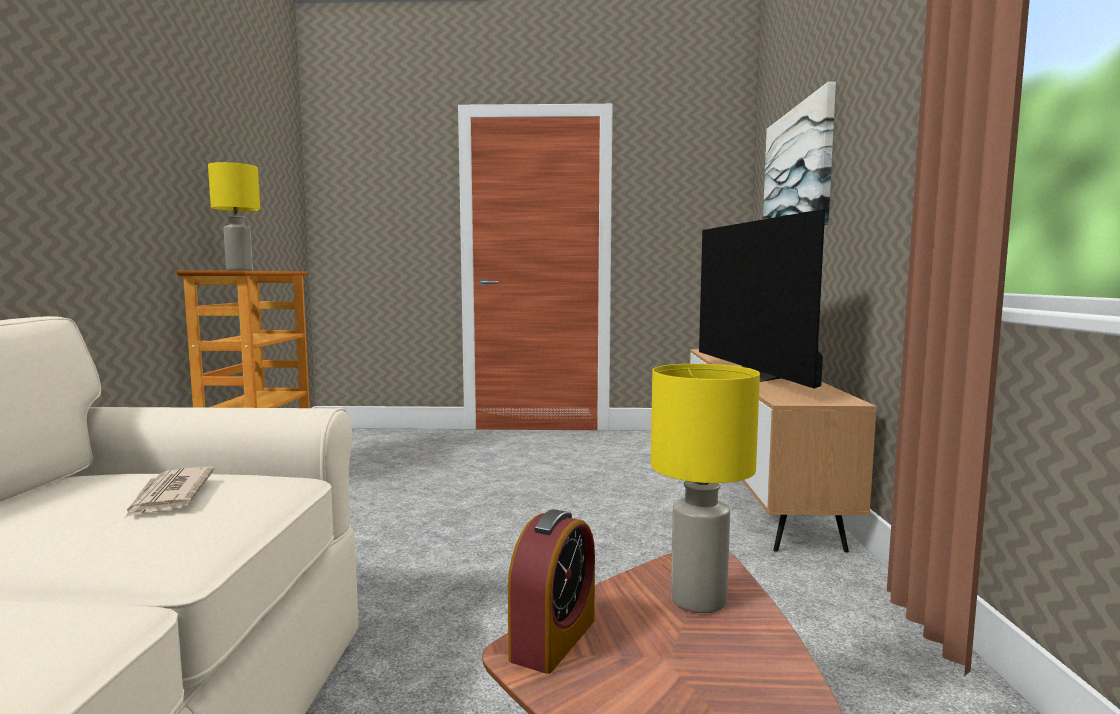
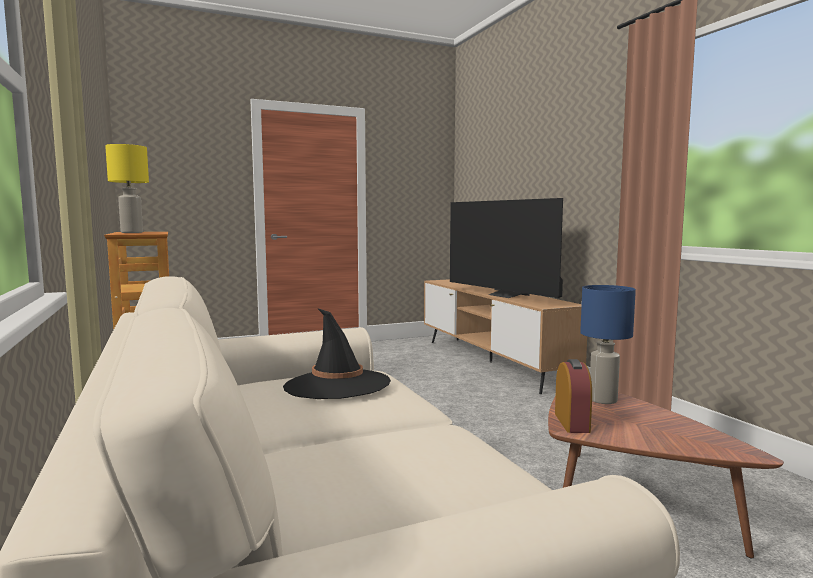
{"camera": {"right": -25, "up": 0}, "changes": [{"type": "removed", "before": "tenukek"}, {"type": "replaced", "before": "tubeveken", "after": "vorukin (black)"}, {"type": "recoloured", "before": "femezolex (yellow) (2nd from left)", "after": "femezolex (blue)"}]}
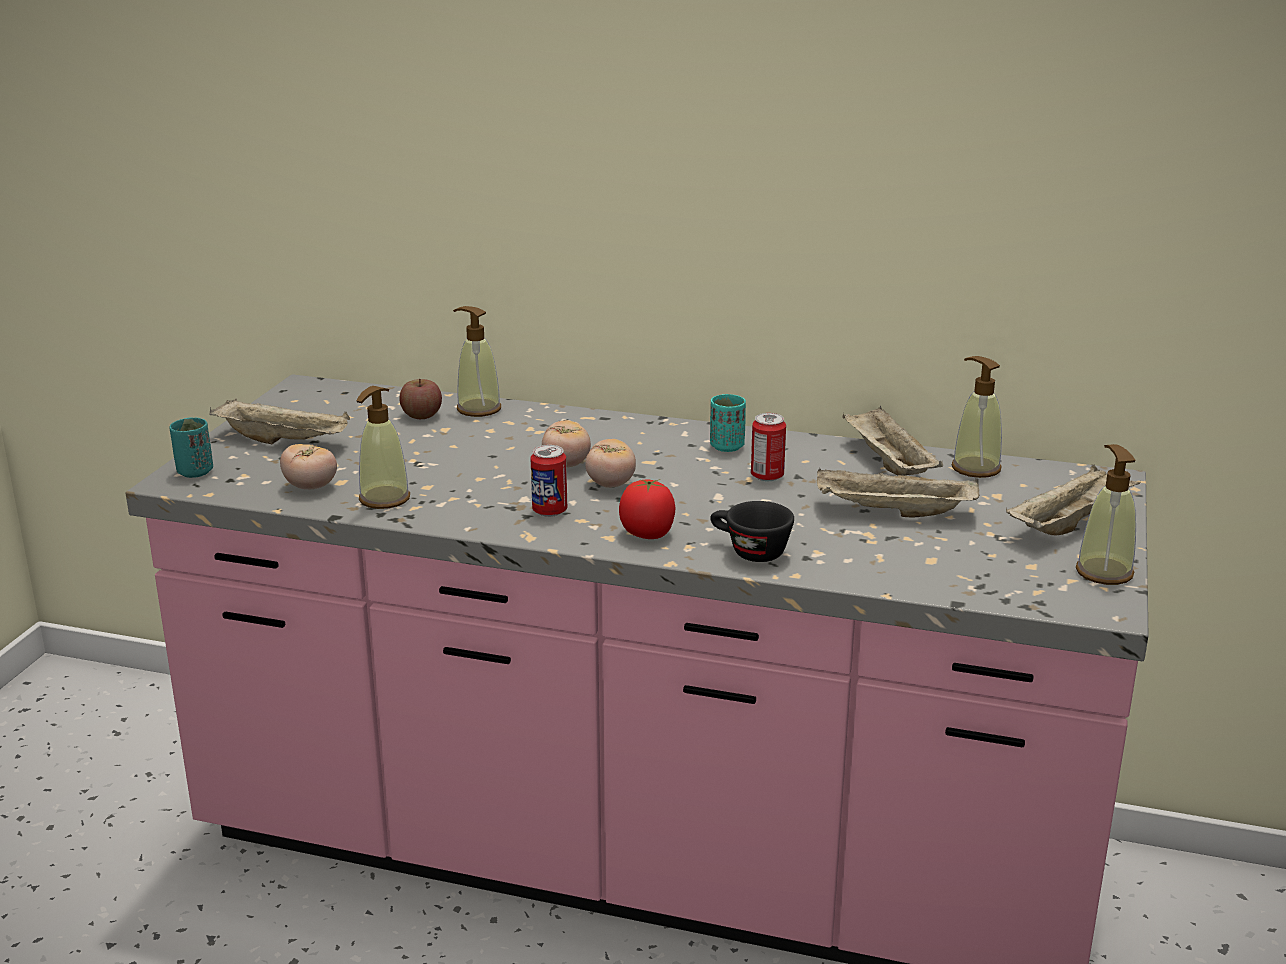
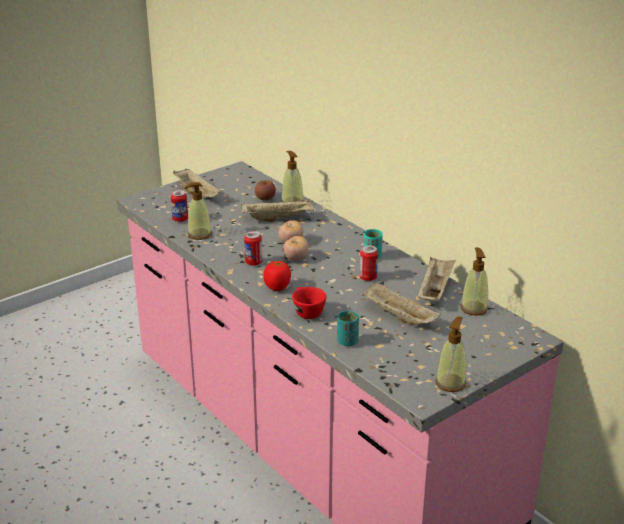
{"camera": {"right": 35, "up": 5}, "changes": [{"type": "moved", "before": "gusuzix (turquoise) (1st from left)"}, {"type": "moved", "before": "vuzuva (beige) (4th from left in the first image)", "after": "vuzuva (beige) (2nd from left)"}, {"type": "replaced", "before": "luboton (1st from left)", "after": "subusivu (1st from left)"}, {"type": "recoloured", "before": "gusuzix (black)", "after": "gusuzix (red)"}]}
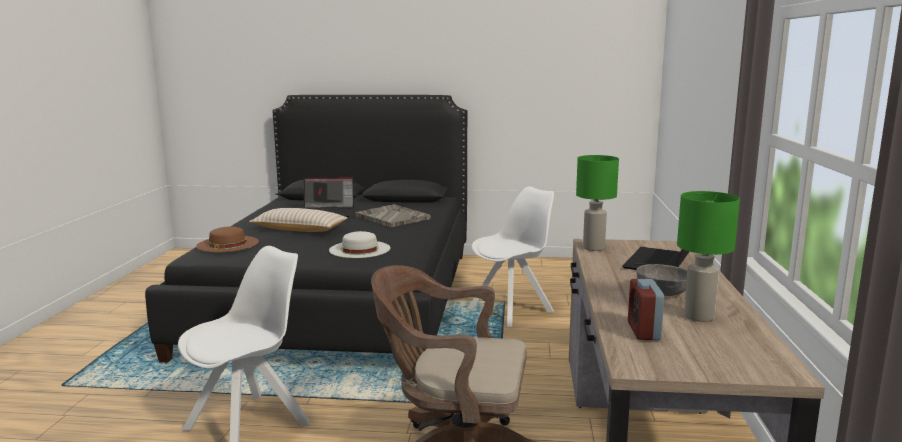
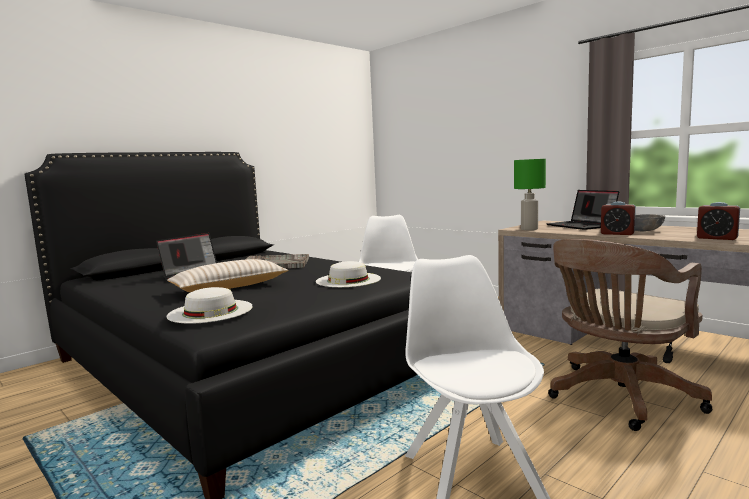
{"camera": {"right": -50, "up": -5}, "changes": [{"type": "removed", "before": "femezolex (green) (2nd from left)"}, {"type": "added", "after": "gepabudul (1st from left)"}, {"type": "recoloured", "before": "vorukin (brown)", "after": "vorukin (white) (1st from left)"}]}
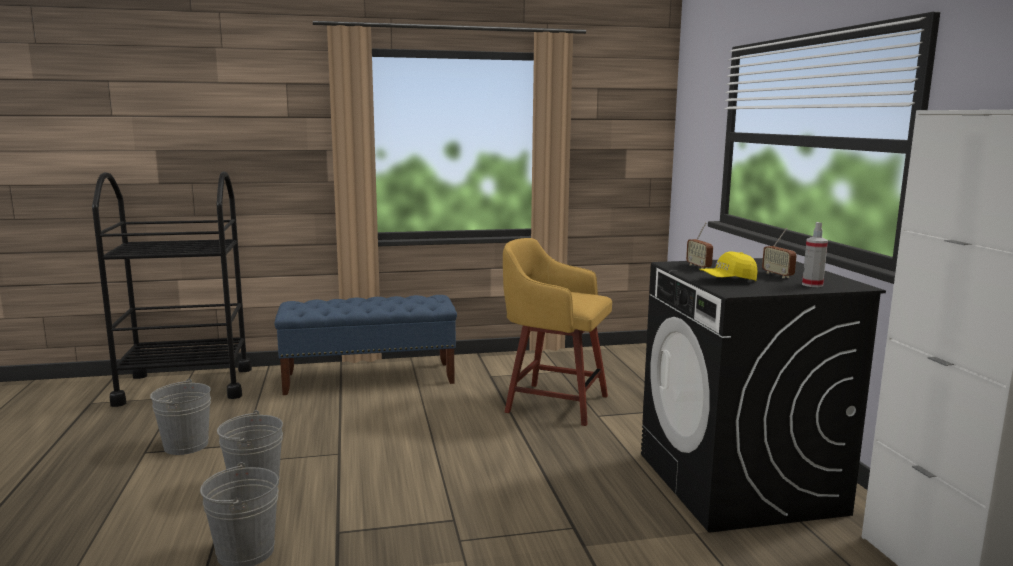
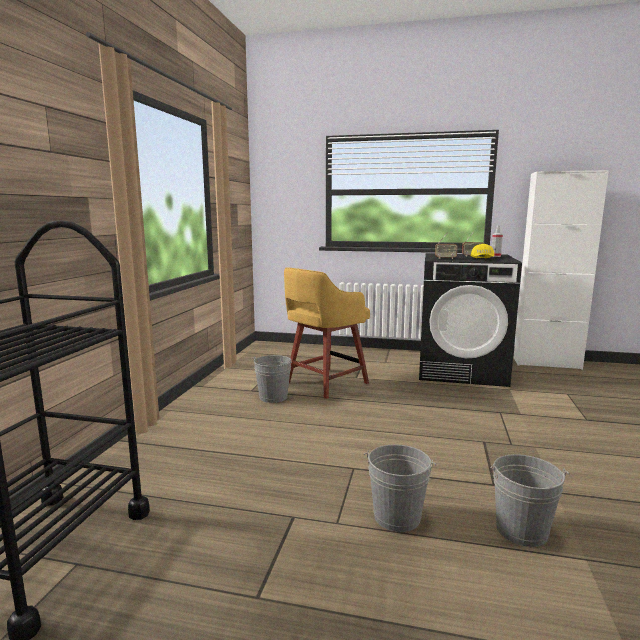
{"camera": {"right": -65, "up": 0}, "changes": [{"type": "removed", "before": "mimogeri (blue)"}, {"type": "moved", "before": "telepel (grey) (1st from left)"}]}
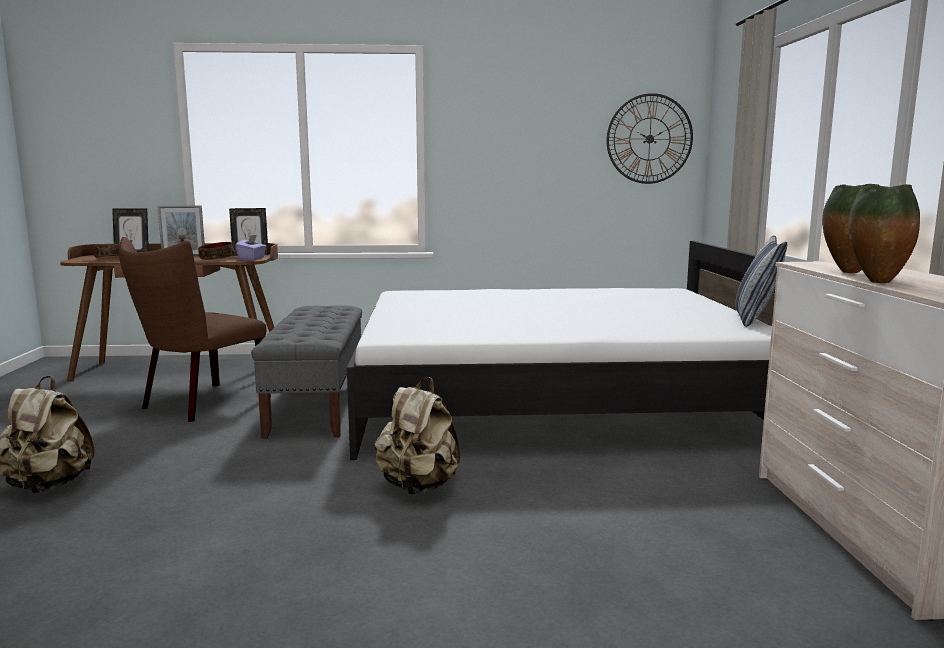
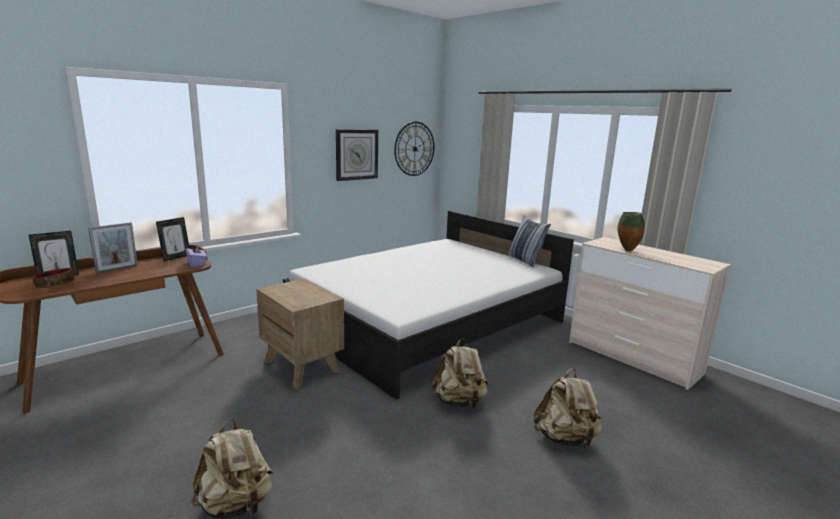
{"camera": {"right": -40, "up": 5}, "changes": [{"type": "removed", "before": "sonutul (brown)"}, {"type": "removed", "before": "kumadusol (2nd from left)"}, {"type": "removed", "before": "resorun (2nd from left)"}, {"type": "added", "after": "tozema (1st from left)"}, {"type": "added", "after": "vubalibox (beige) (3rd from left)"}, {"type": "replaced", "before": "mimogeri (grey)", "after": "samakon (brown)"}]}
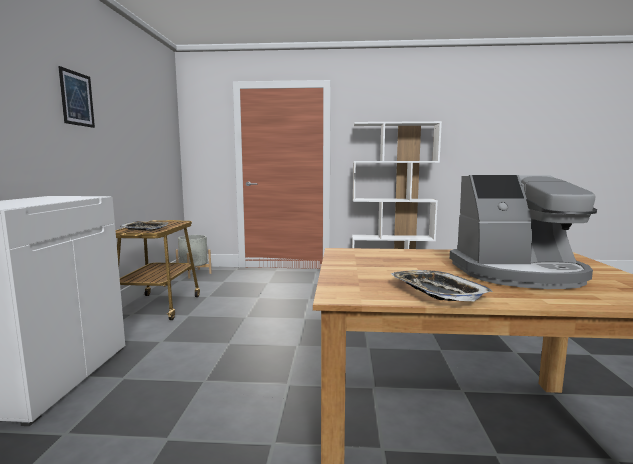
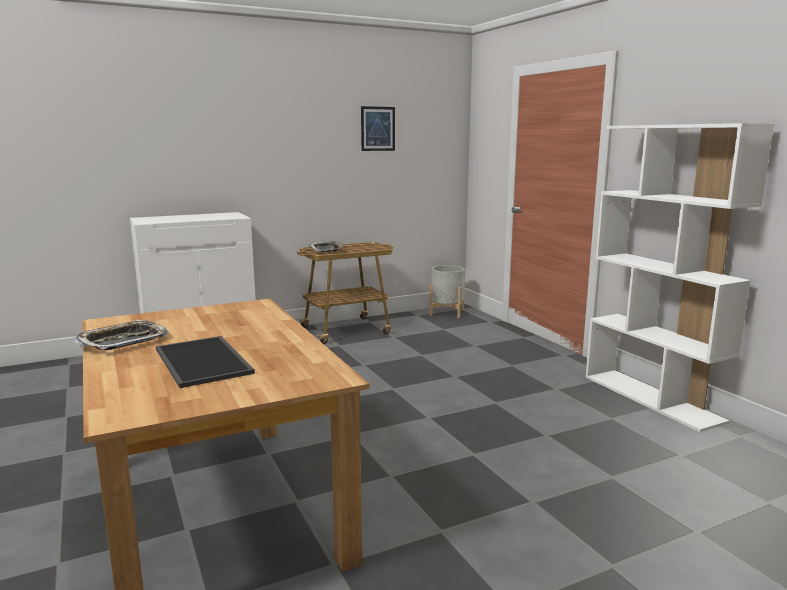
{"camera": {"right": 60, "up": 5}, "changes": [{"type": "moved", "before": "tenukek"}, {"type": "replaced", "before": "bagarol", "after": "vuzuva (2nd from left)"}]}
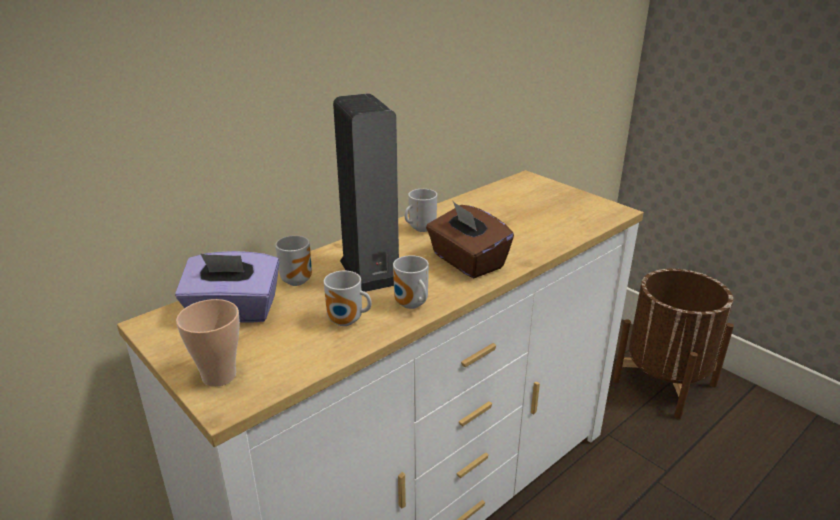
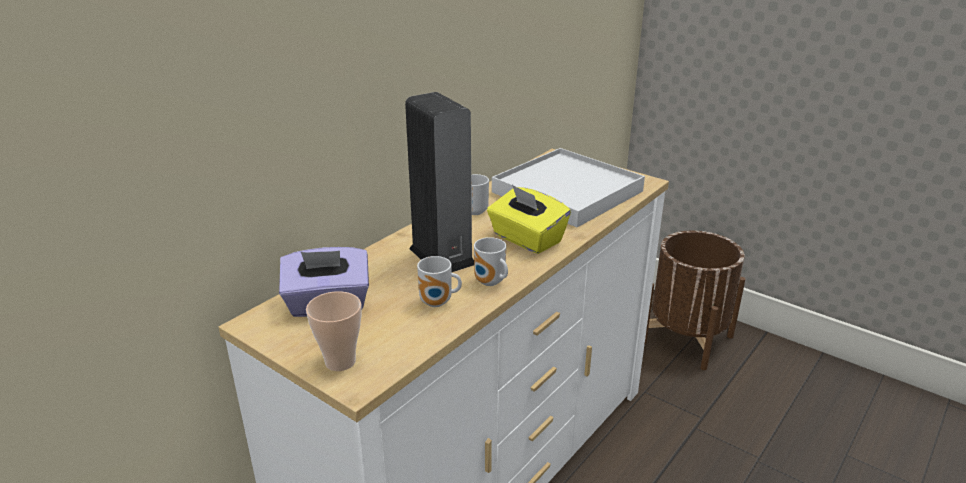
{"camera": {"right": -10, "up": 0}, "changes": [{"type": "removed", "before": "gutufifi (1st from left)"}, {"type": "added", "after": "vuzuva (white)"}, {"type": "recoloured", "before": "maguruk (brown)", "after": "maguruk (yellow)"}]}
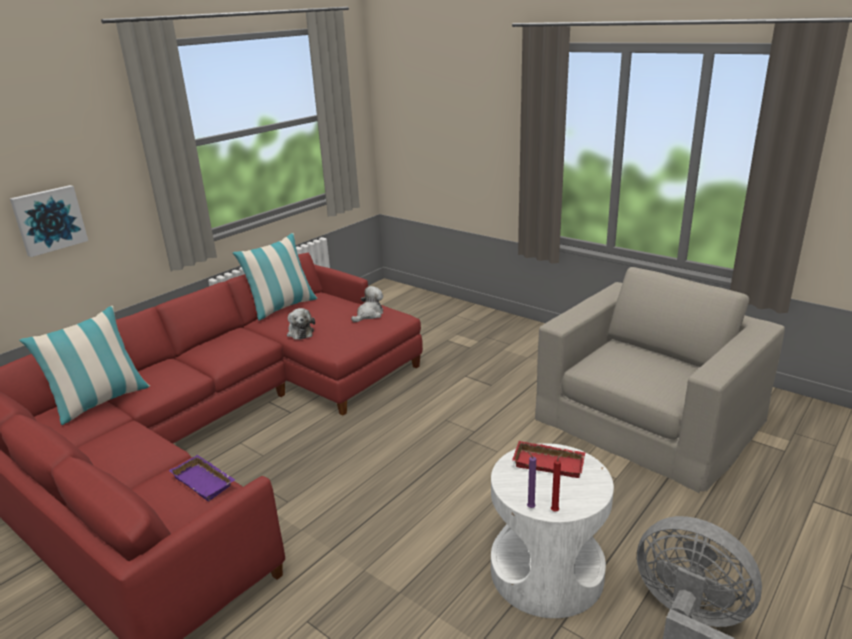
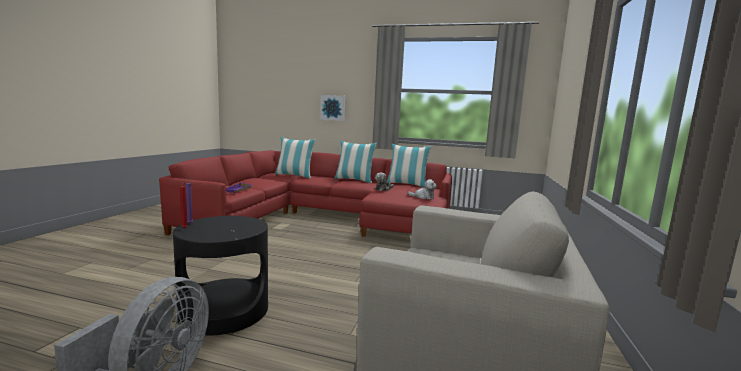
{"camera": {"right": 65, "up": -15}, "changes": [{"type": "removed", "before": "vuzuva (red)"}, {"type": "added", "after": "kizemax (2nd from left)"}, {"type": "recoloured", "before": "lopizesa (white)", "after": "lopizesa (black)"}]}
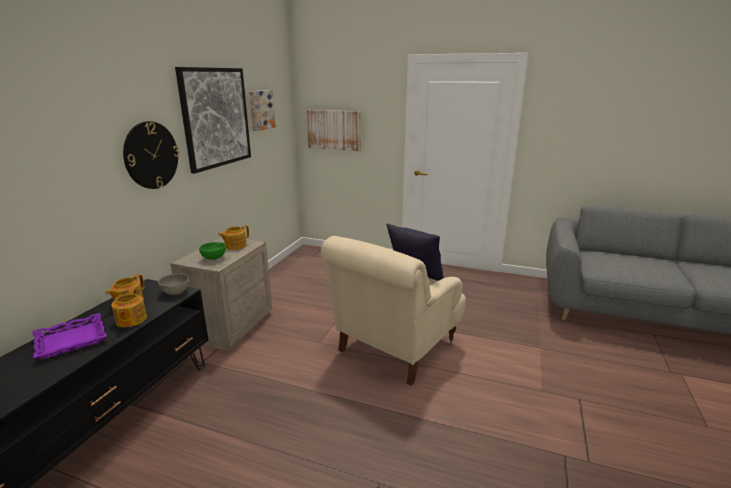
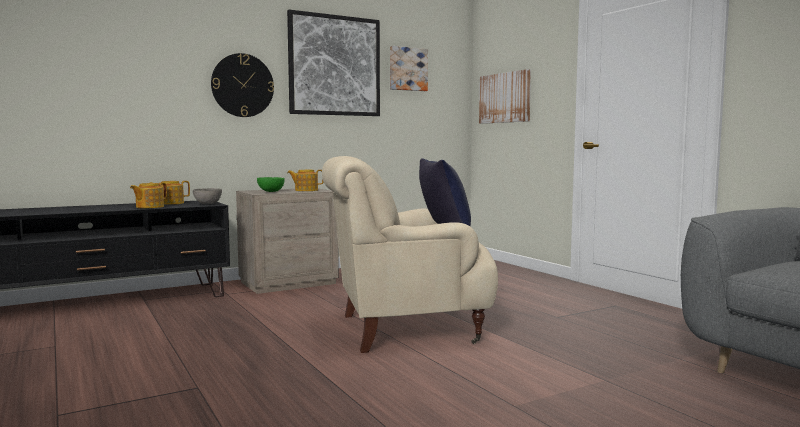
{"camera": {"right": 40, "up": -15}, "changes": [{"type": "removed", "before": "vuzuva (purple)"}]}
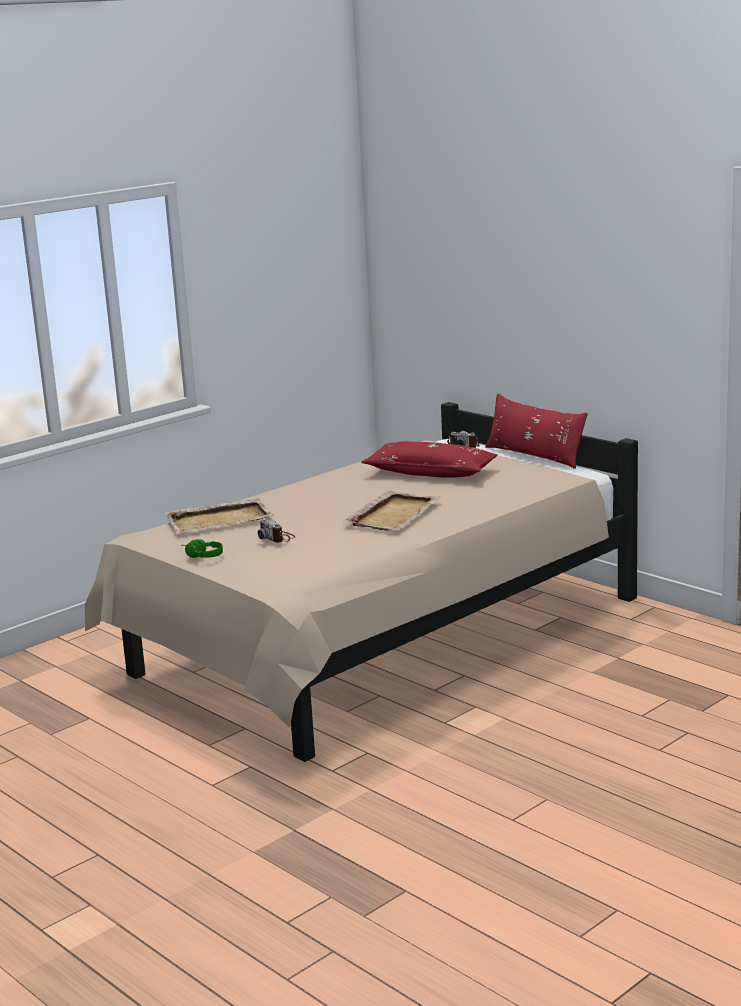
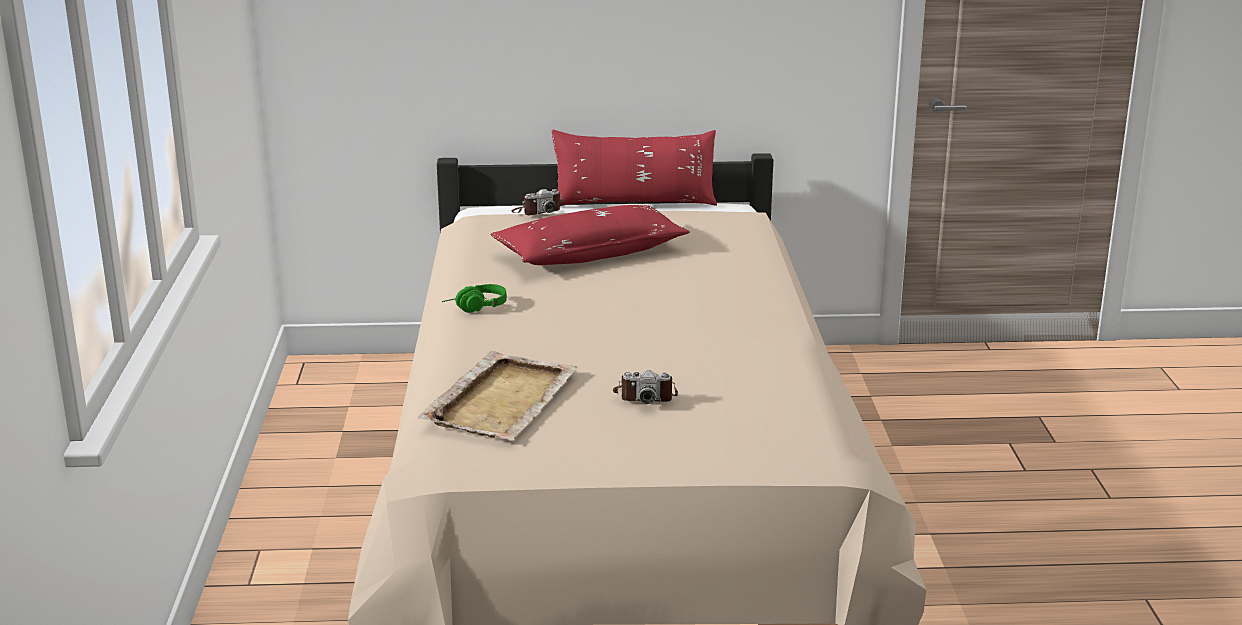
{"camera": {"right": -50, "up": 5}, "changes": [{"type": "removed", "before": "vuzuva (beige) (2nd from left)"}, {"type": "moved", "before": "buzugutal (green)"}]}
